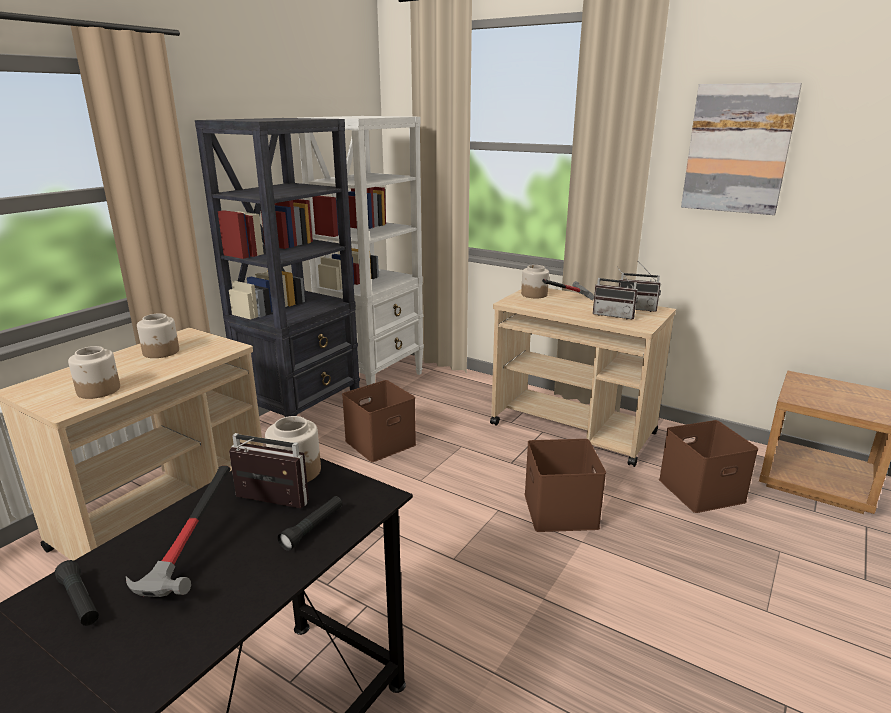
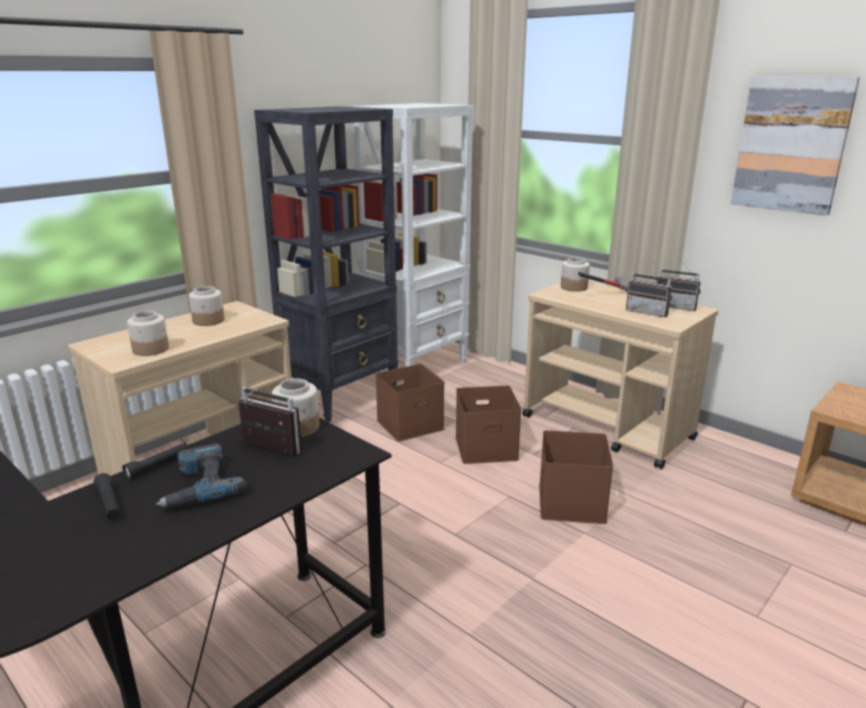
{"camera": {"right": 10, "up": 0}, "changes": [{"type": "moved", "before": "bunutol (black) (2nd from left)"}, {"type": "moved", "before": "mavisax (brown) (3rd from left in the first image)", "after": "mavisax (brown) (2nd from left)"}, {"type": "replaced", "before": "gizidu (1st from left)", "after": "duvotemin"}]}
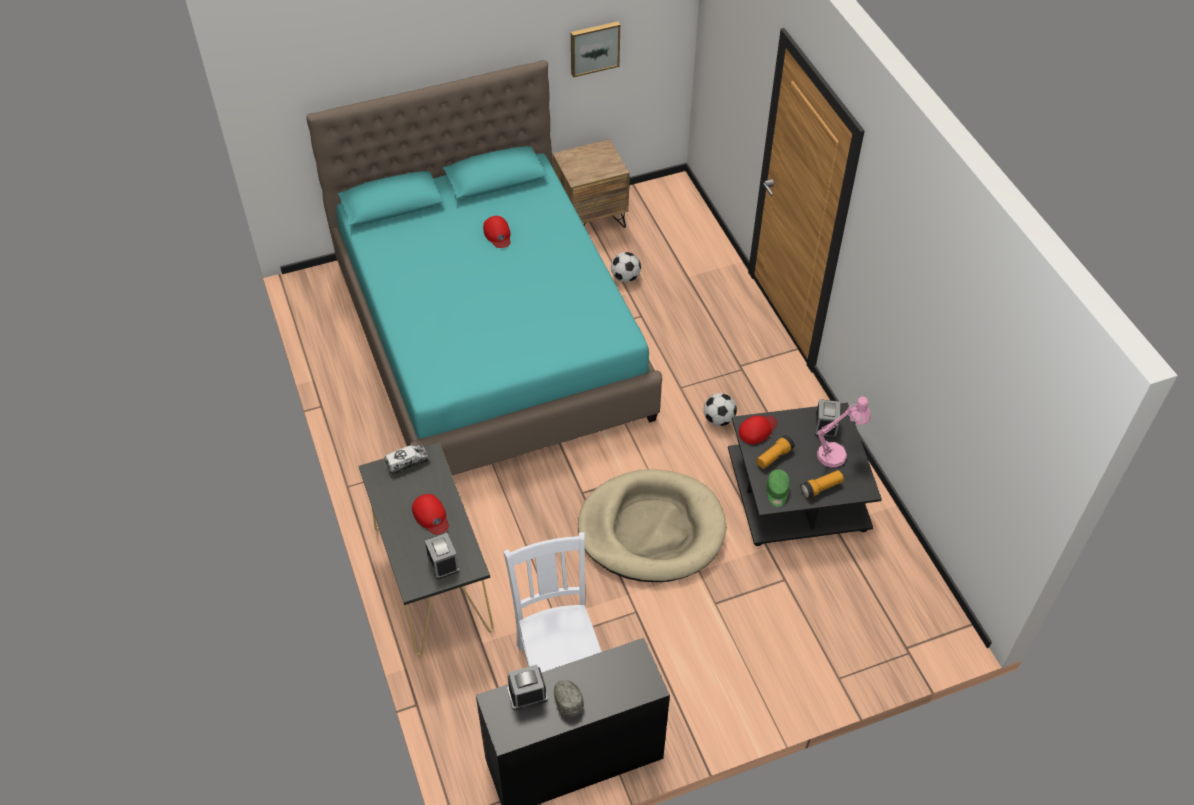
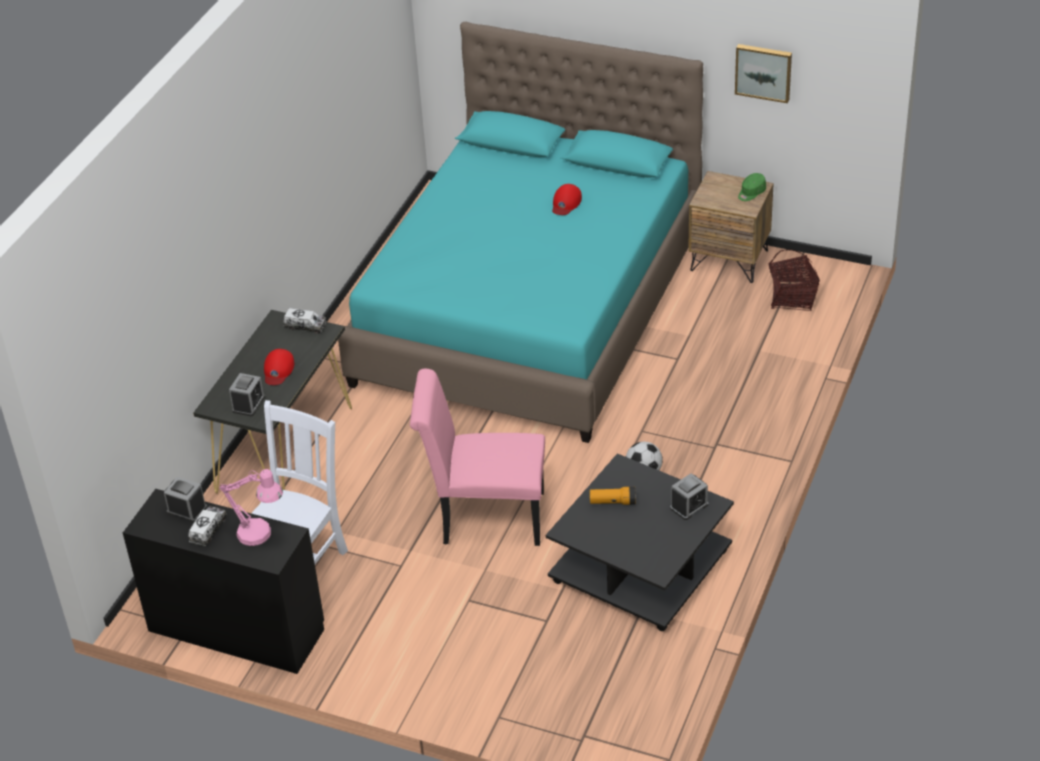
{"camera": {"right": 45, "up": -10}, "changes": [{"type": "removed", "before": "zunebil (1st from left)"}, {"type": "removed", "before": "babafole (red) (3rd from left)"}, {"type": "removed", "before": "bunutol (2nd from left)"}, {"type": "added", "after": "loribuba"}, {"type": "moved", "before": "babafole (green)"}, {"type": "moved", "before": "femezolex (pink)"}, {"type": "replaced", "before": "babafole (grey)", "after": "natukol (1st from left)"}, {"type": "replaced", "before": "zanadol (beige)", "after": "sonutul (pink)"}]}
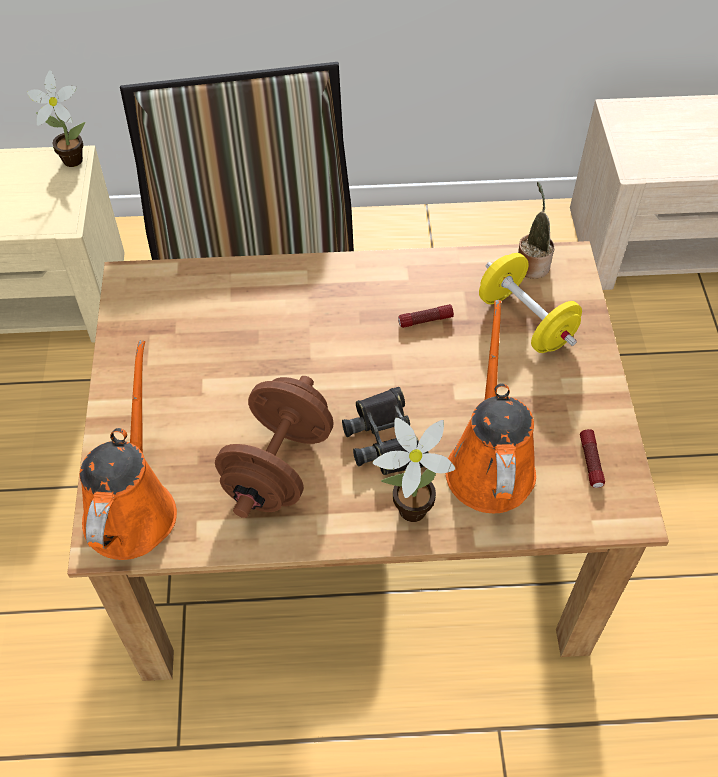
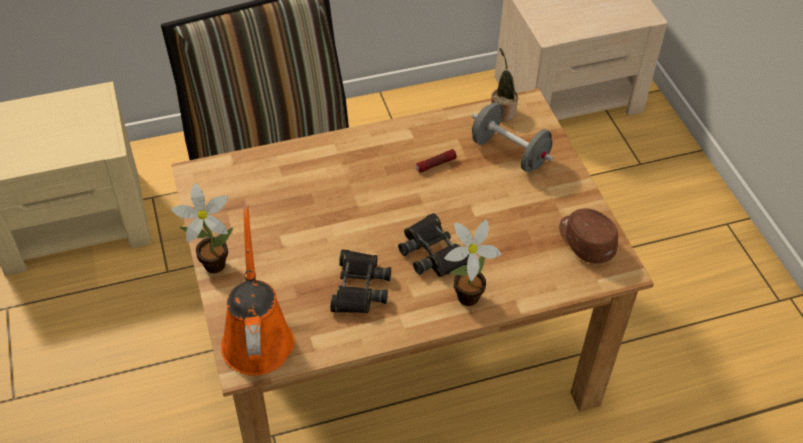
{"camera": {"right": -15, "up": -5}, "changes": [{"type": "removed", "before": "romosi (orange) (2nd from left)"}, {"type": "moved", "before": "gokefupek (1st from left)"}, {"type": "replaced", "before": "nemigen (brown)", "after": "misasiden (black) (1st from left)"}, {"type": "replaced", "before": "bunutol (2nd from left)", "after": "babafole (brown)"}, {"type": "recoloured", "before": "nemigen (yellow)", "after": "nemigen (grey)"}]}
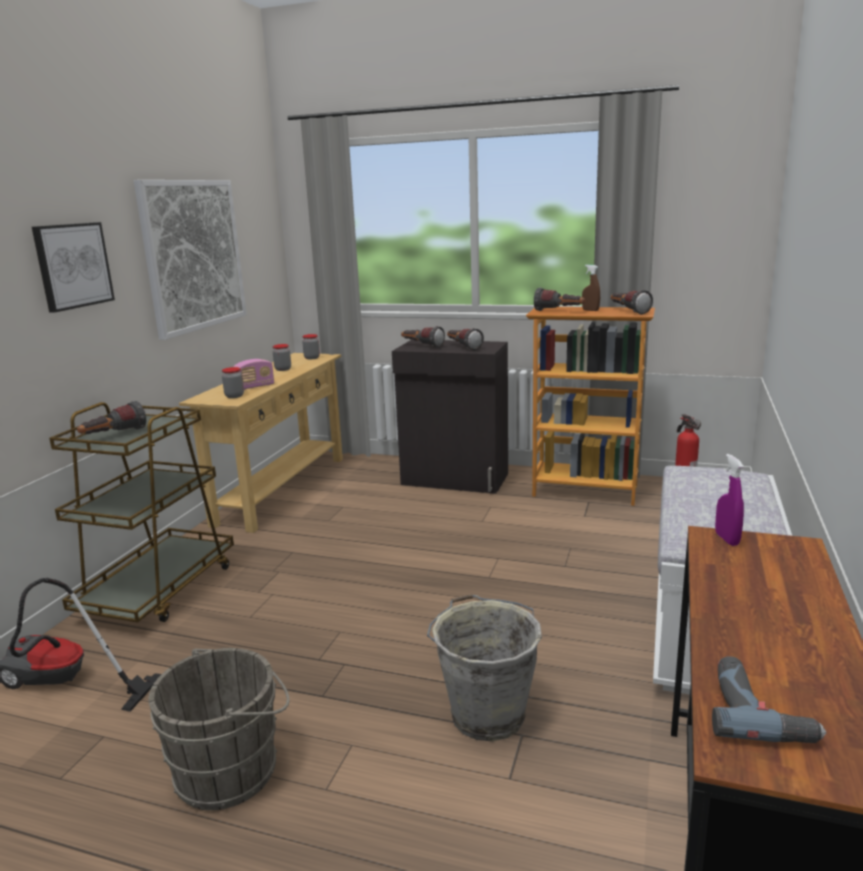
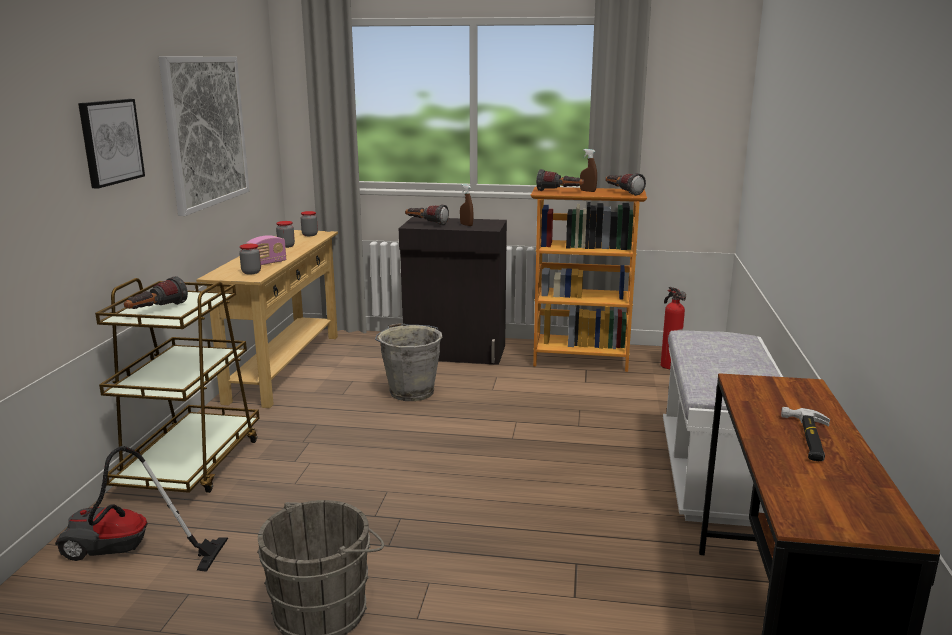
{"camera": {"right": -10, "up": 0}, "changes": [{"type": "removed", "before": "duvotemin"}, {"type": "removed", "before": "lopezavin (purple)"}, {"type": "added", "after": "gizidu"}, {"type": "moved", "before": "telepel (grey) (2nd from left)"}, {"type": "replaced", "before": "bunutol (3rd from left)", "after": "lopezavin (brown) (1st from left)"}]}
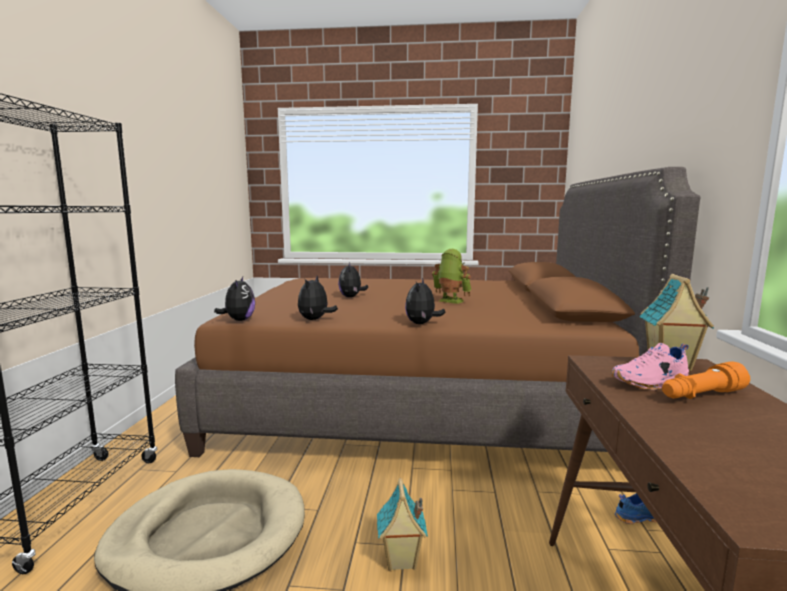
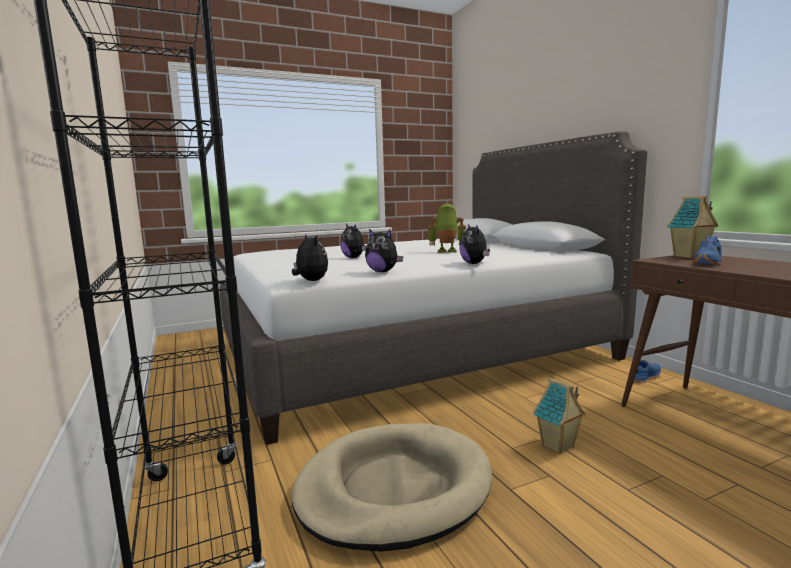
{"camera": {"right": -30, "up": 0}, "changes": [{"type": "removed", "before": "bunutol (orange)"}, {"type": "recoloured", "before": "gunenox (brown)", "after": "gunenox (white)"}, {"type": "recoloured", "before": "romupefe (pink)", "after": "romupefe (blue) (2nd from left)"}, {"type": "turned", "before": "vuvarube (2nd from left in the first image)", "turn": -45}]}
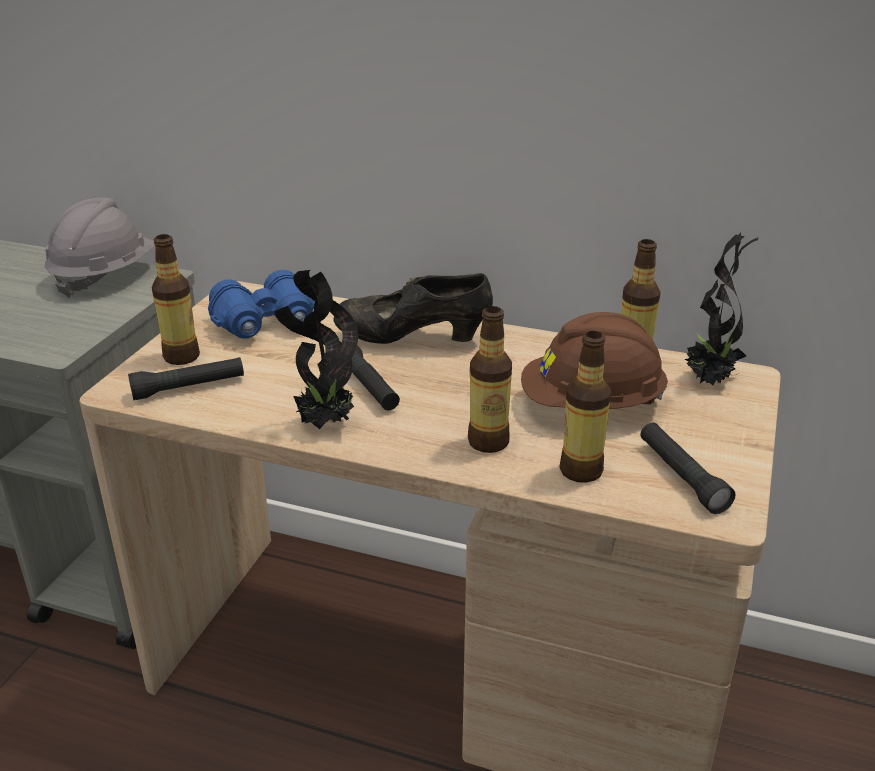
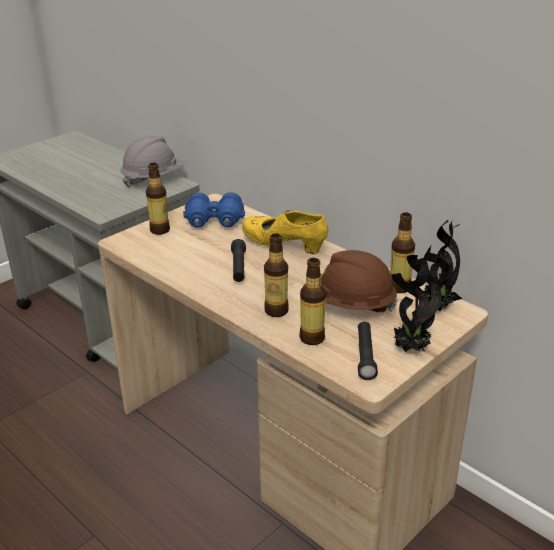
{"camera": {"right": 25, "up": 0}, "changes": [{"type": "removed", "before": "bunutol (black) (1st from left)"}, {"type": "moved", "before": "gokefupek (1st from left)"}, {"type": "recoloured", "before": "romupefe (black)", "after": "romupefe (yellow)"}]}
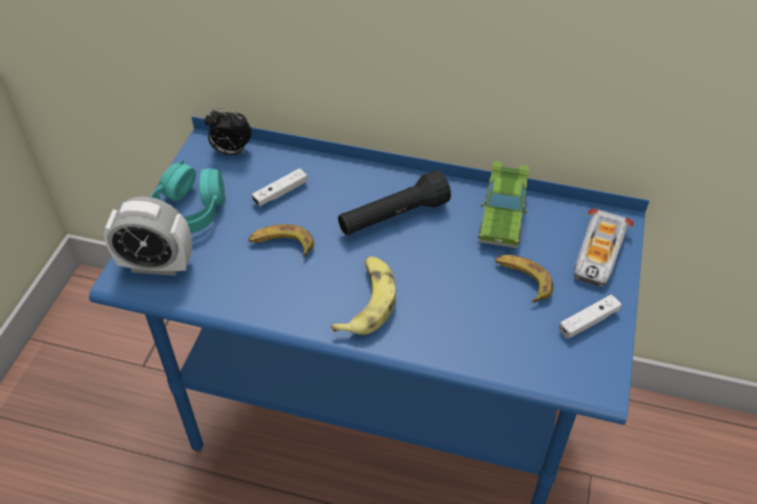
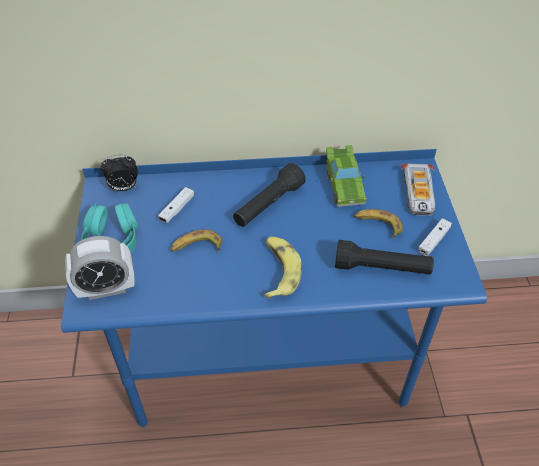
{"camera": {"right": -20, "up": 0}, "changes": [{"type": "added", "after": "bunutol (black) (2nd from left)"}]}
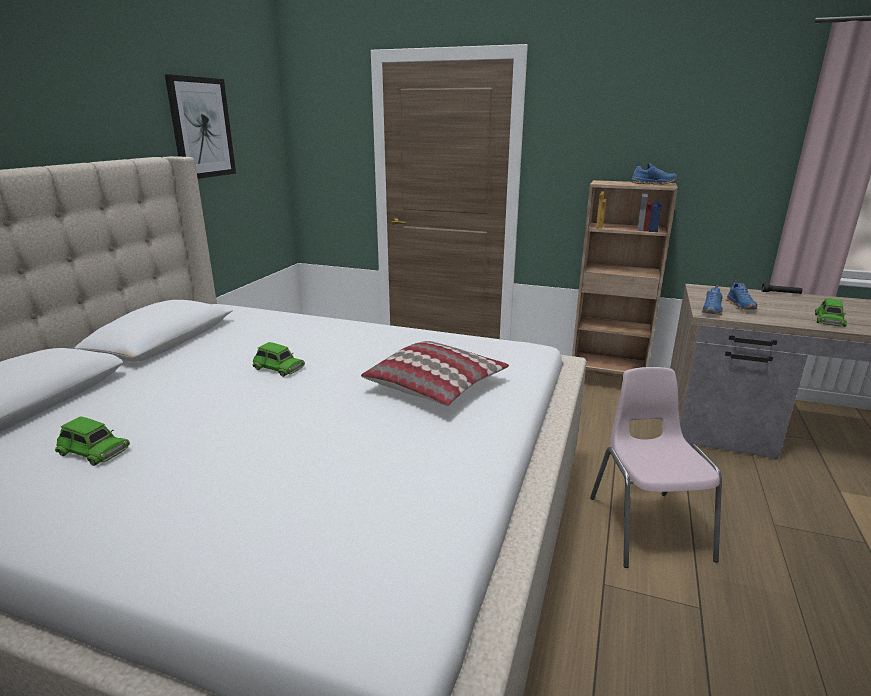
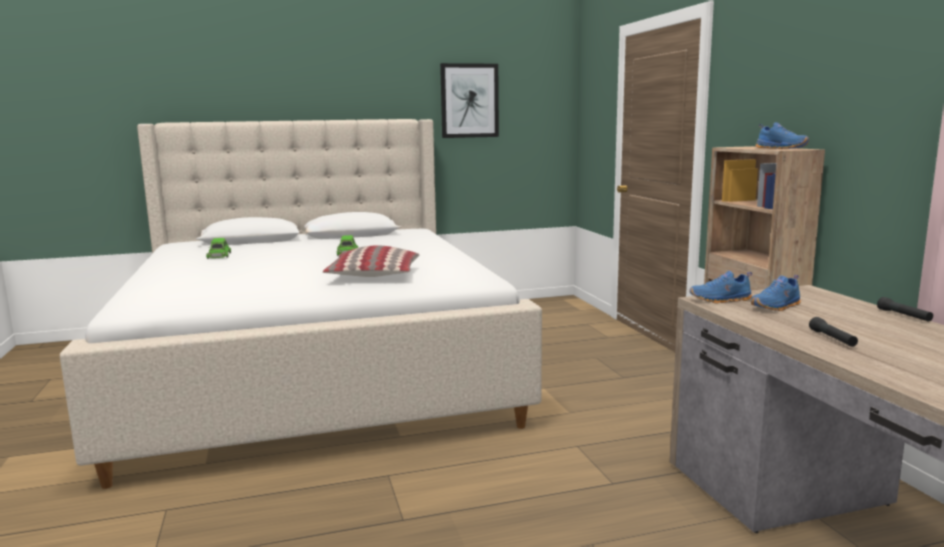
{"camera": {"right": 55, "up": -10}, "changes": [{"type": "removed", "before": "sonutul (pink)"}, {"type": "replaced", "before": "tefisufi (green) (3rd from left)", "after": "bunutol (black) (1st from left)"}]}
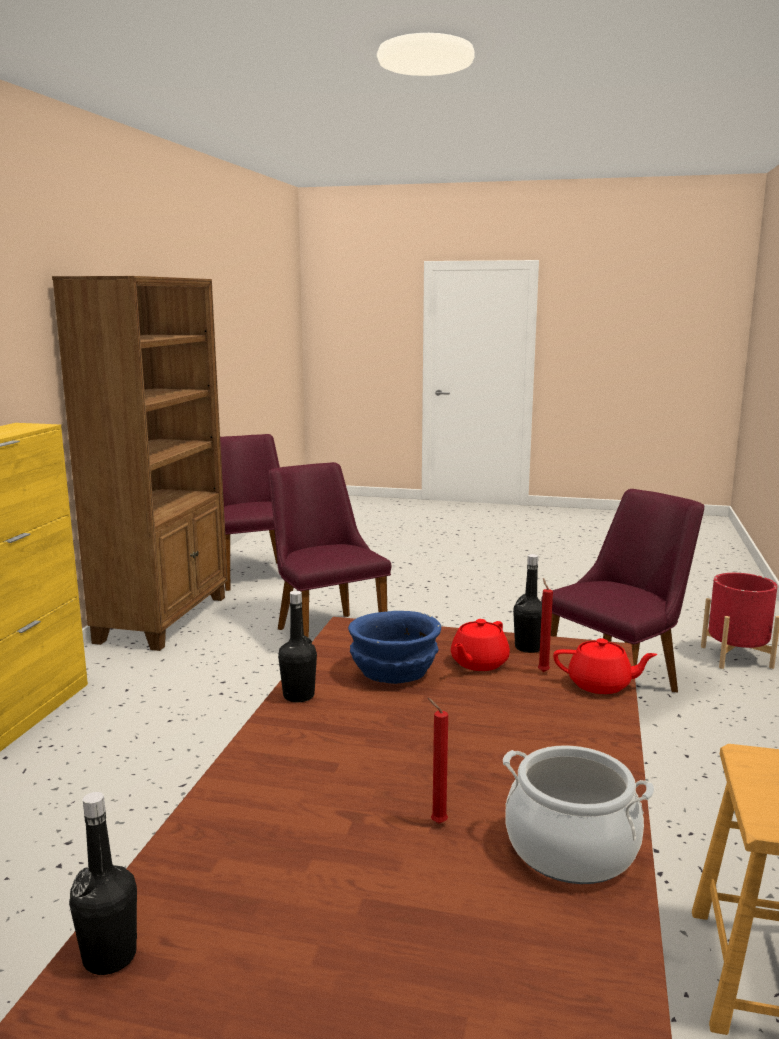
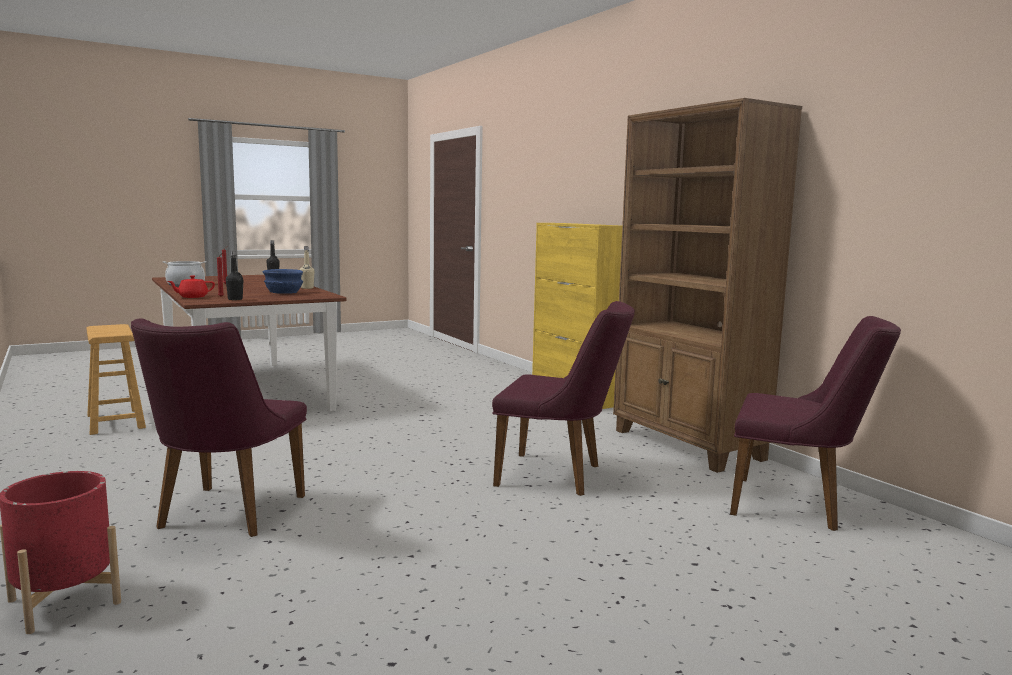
{"camera": {"right": 135, "up": -5}, "changes": [{"type": "removed", "before": "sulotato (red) (1st from left)"}, {"type": "recoloured", "before": "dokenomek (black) (2nd from left)", "after": "dokenomek (beige)"}]}
